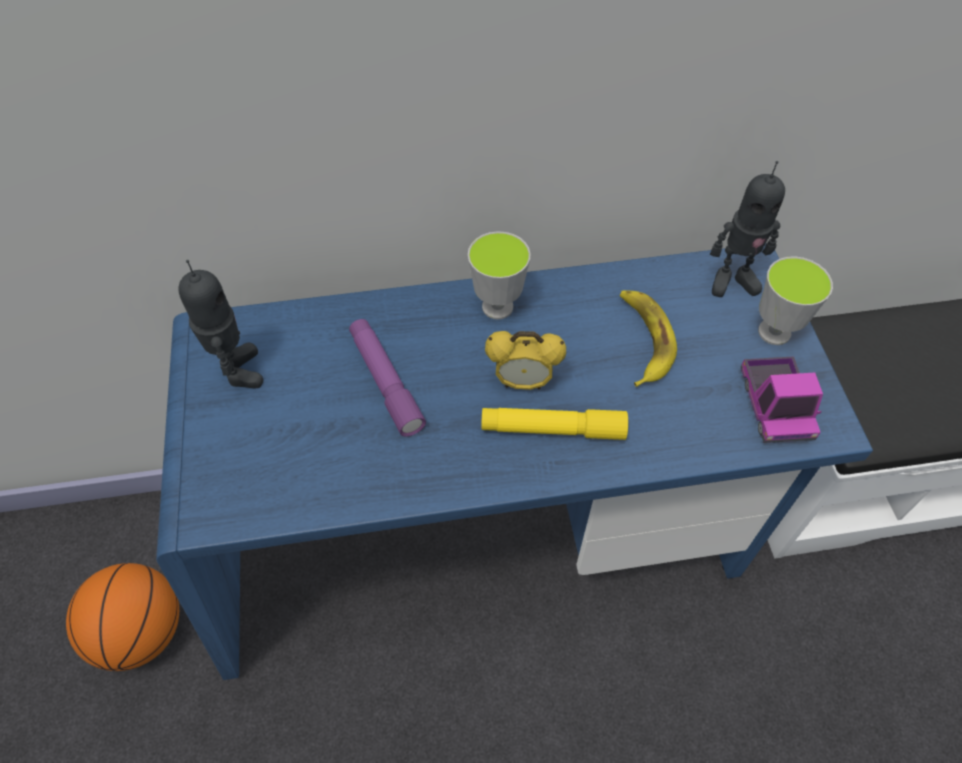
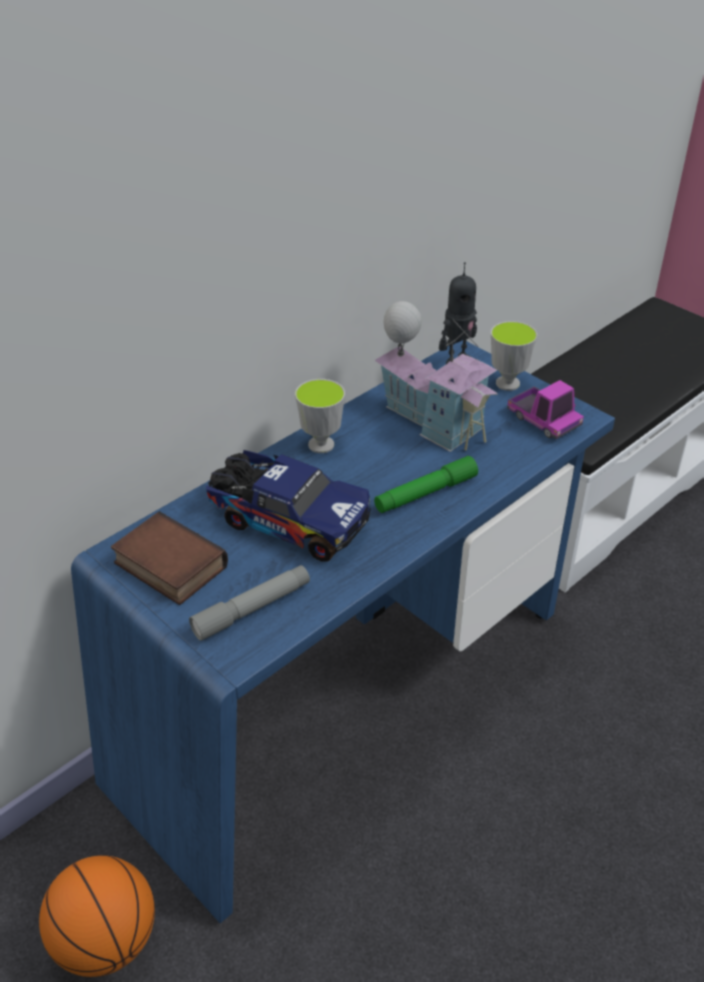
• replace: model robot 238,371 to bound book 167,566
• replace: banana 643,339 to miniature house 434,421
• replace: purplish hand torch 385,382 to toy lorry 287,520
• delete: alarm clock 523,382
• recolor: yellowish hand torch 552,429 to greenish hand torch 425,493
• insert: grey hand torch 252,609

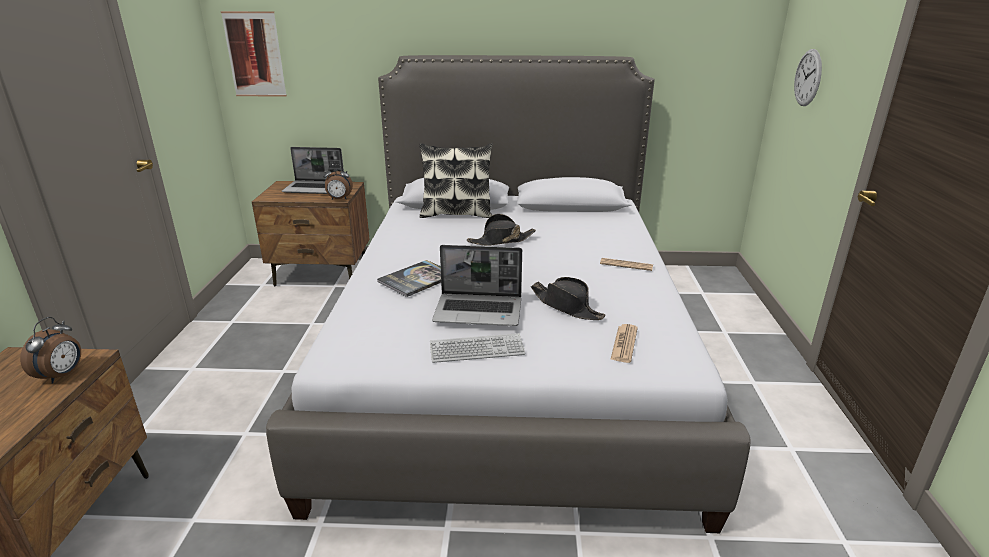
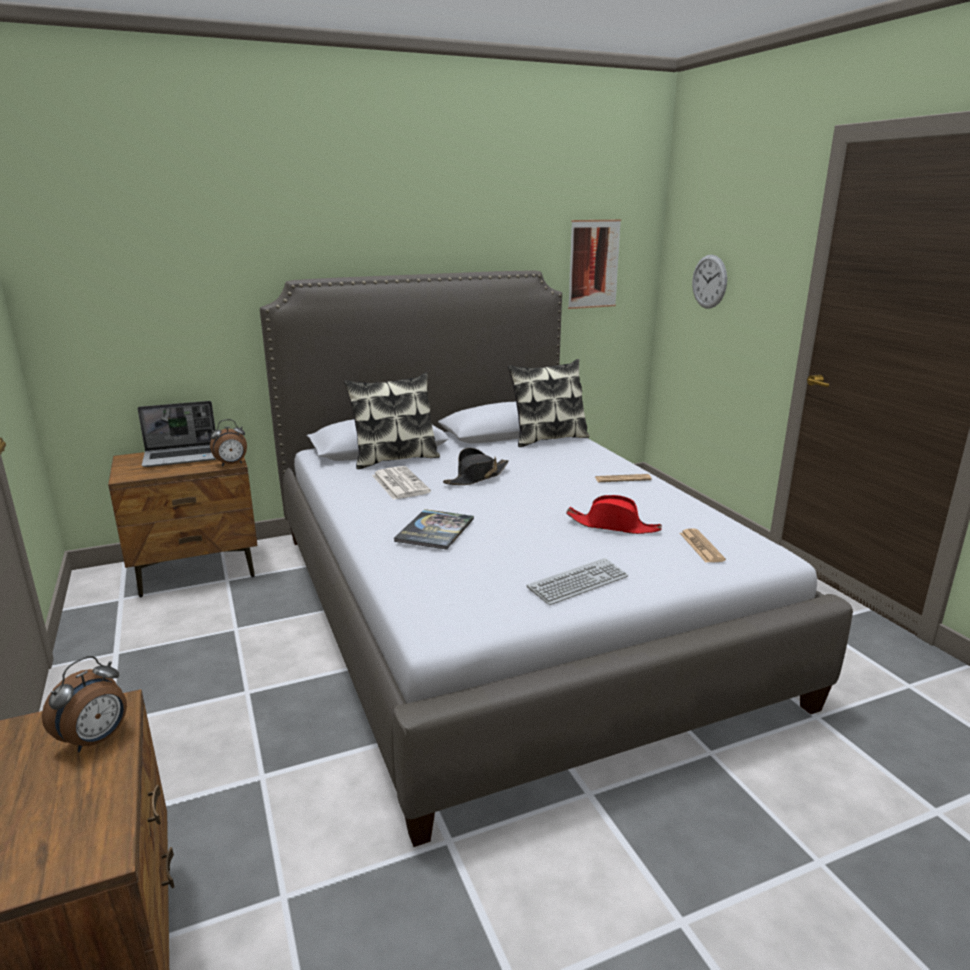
• move: wall picture 255,54 to 593,264
• delete: portable computer 479,311
• recolor: blackish clothing hat 567,306 to red-coloured clothing hat 613,526
• rotate: alarm clock 62,375 = 96,739 45 degrees clockwise
• insert: cushion 548,438
• insert: newspaper 399,483

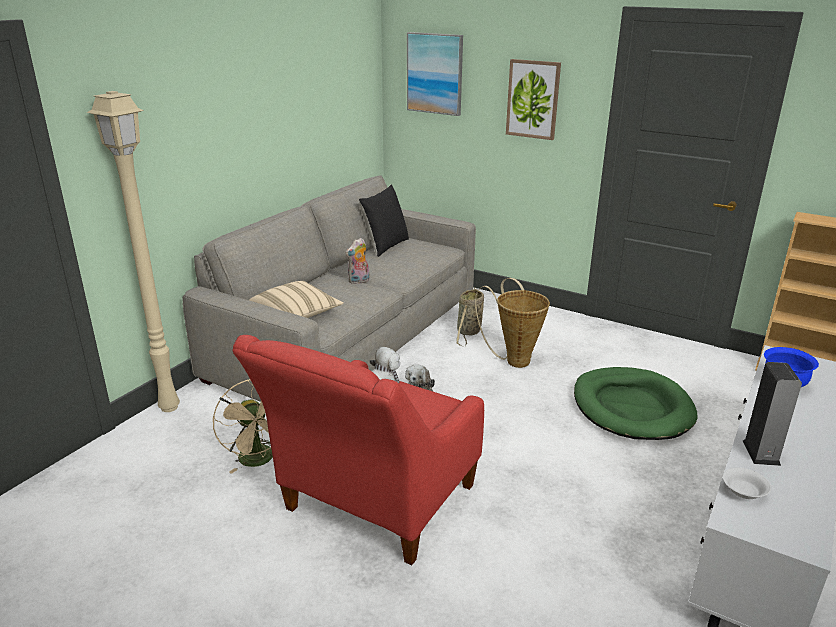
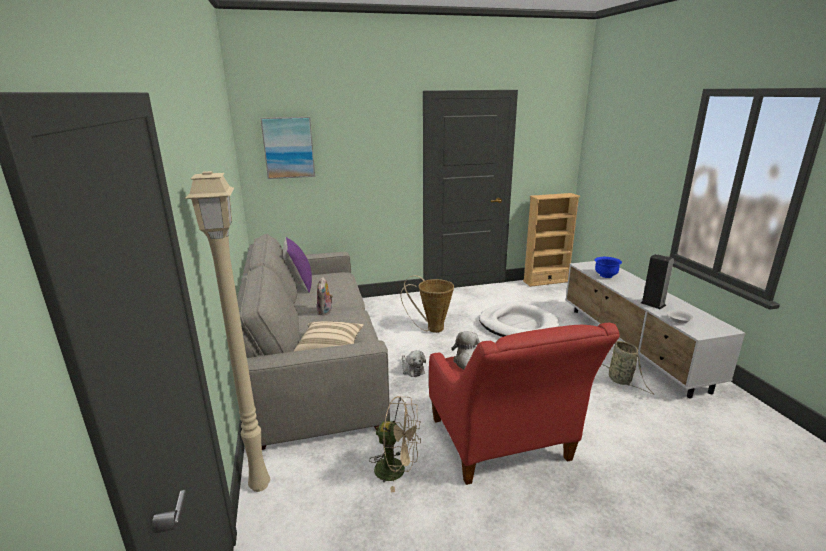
• delete: wall picture 533,99
• recolor: blackish cushion 385,246 to purplish cushion 299,285
• move: basket 468,332 to 621,380
• recolor: greenish pet bed 632,407 to white-coloured pet bed 518,325

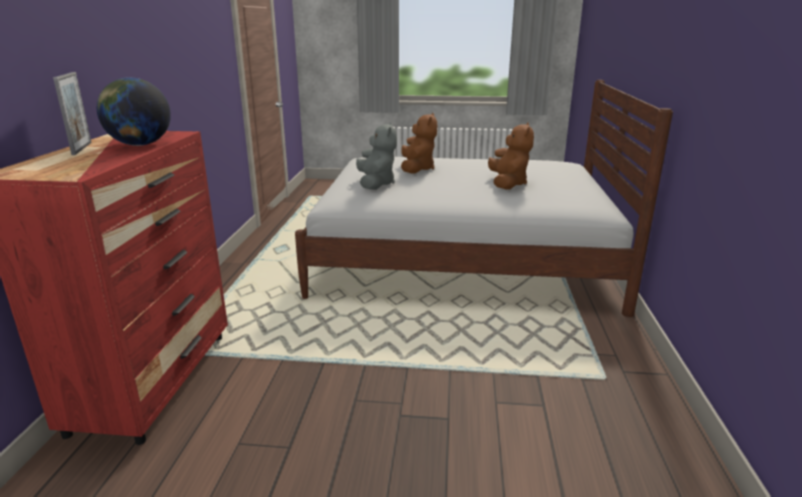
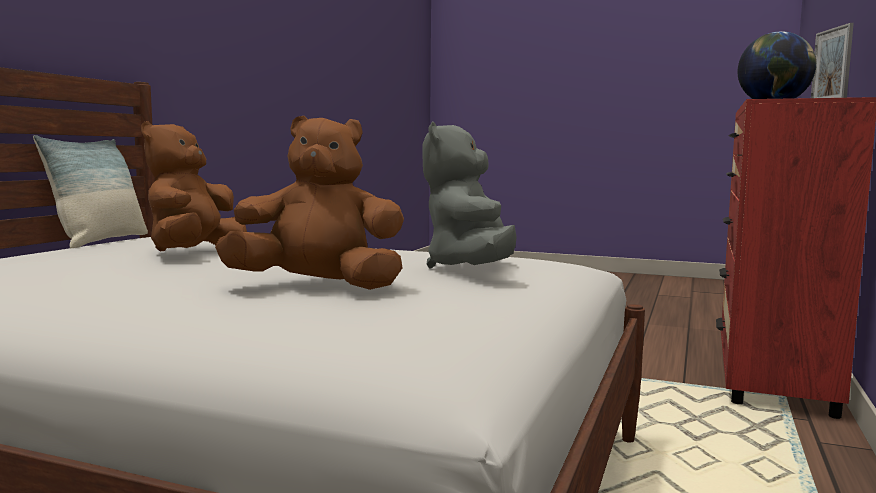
• rotate: brown-coloured soft toy 417,169 = 318,287 75 degrees clockwise
• insert: cushion 100,241

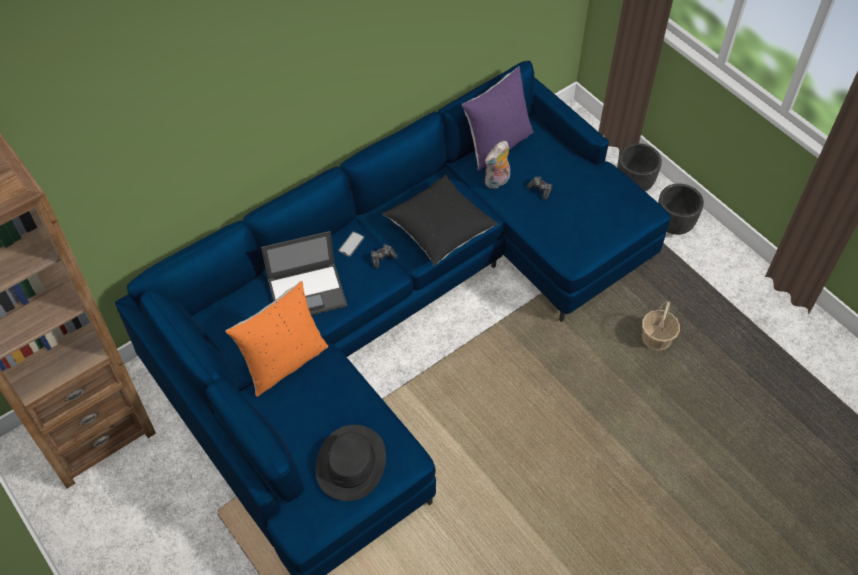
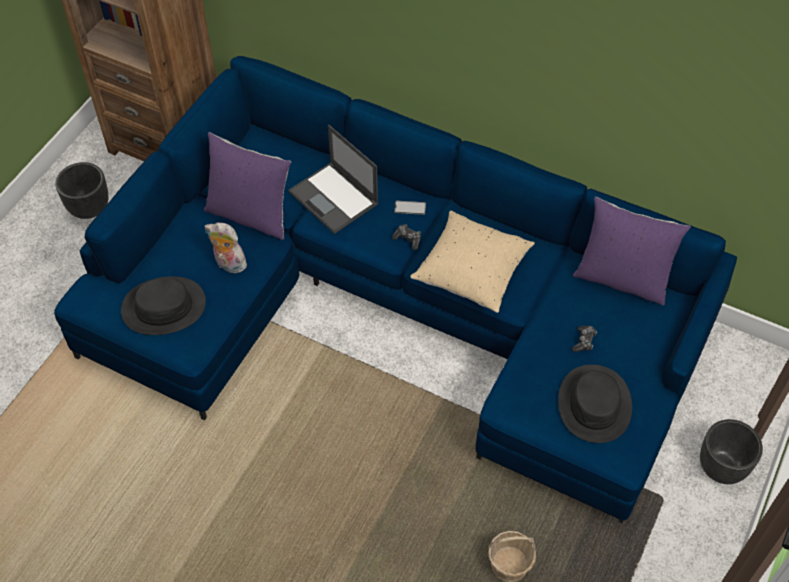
• move: soft toy 497,182 to 228,264
• recolor: blackish cushion 440,230 to beige-coloured cushion 472,272
• move: blackish planter 673,224 to 89,208
• recolor: orangey cushion 284,361 to purplish cushion 250,214
• insert: blackish clothing hat 595,404

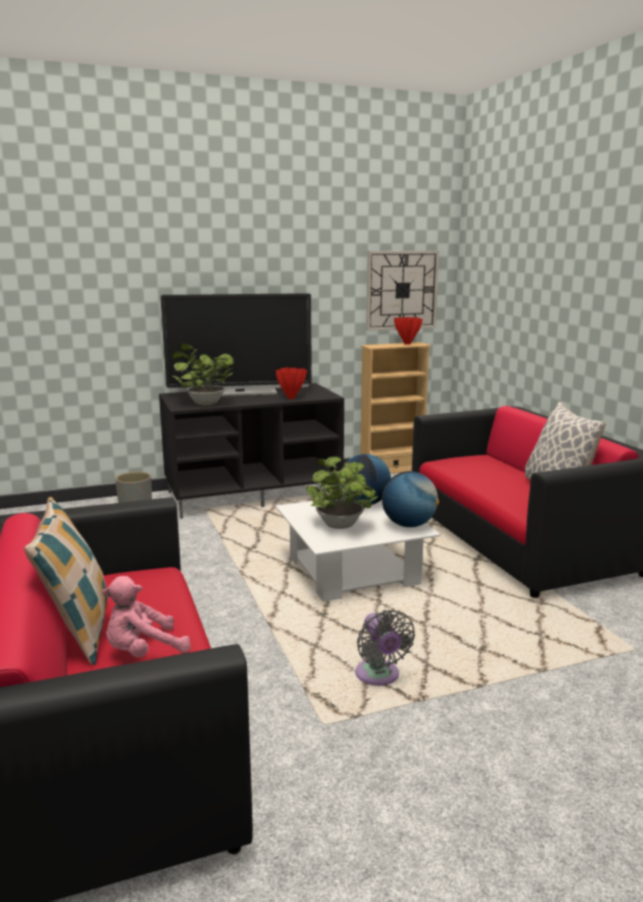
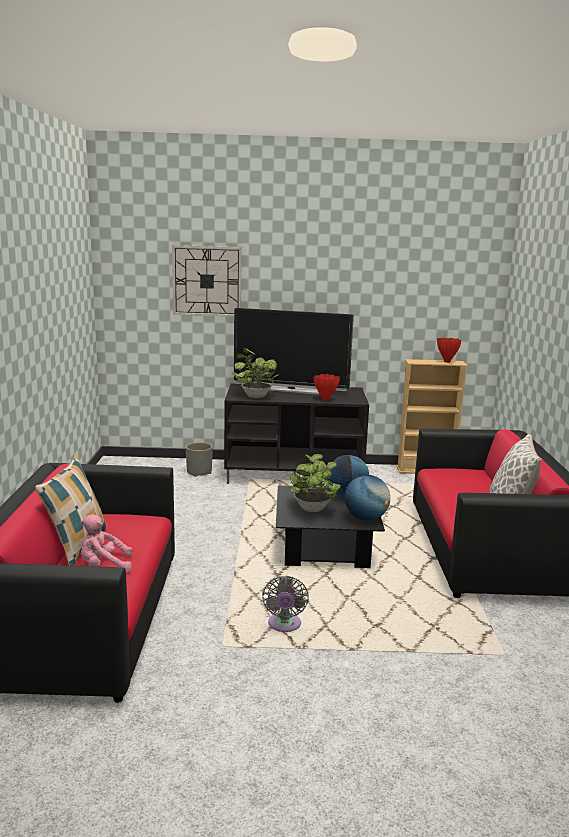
• move: clock on the wall 402,290 to 207,281
• recolor: white-coloured lounge table 353,571 to blackish lounge table 325,547

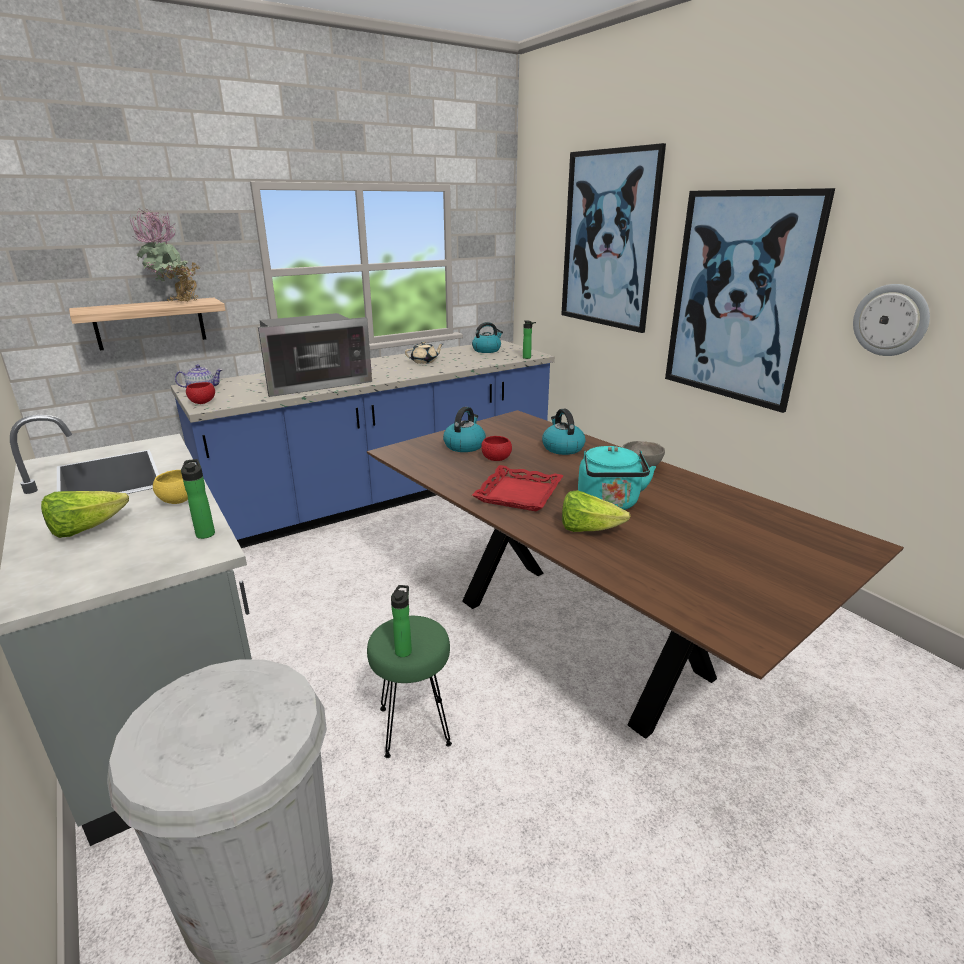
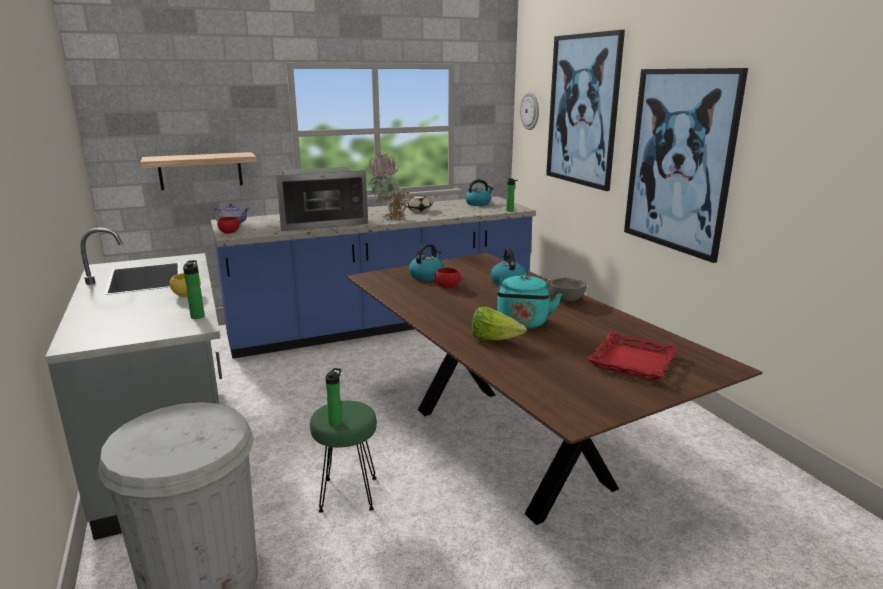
• move: potted plant 176,303 to 389,220
• move: clock on the wall 891,320 to 530,111
• move: red-coloured serving tray 518,494 to 632,361
• delete: lettuce 86,529

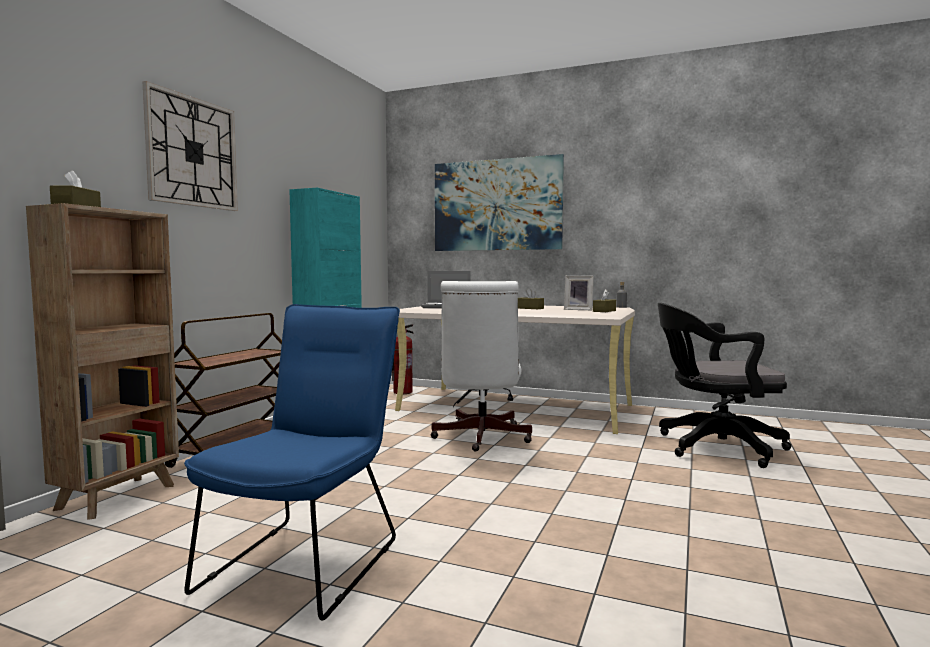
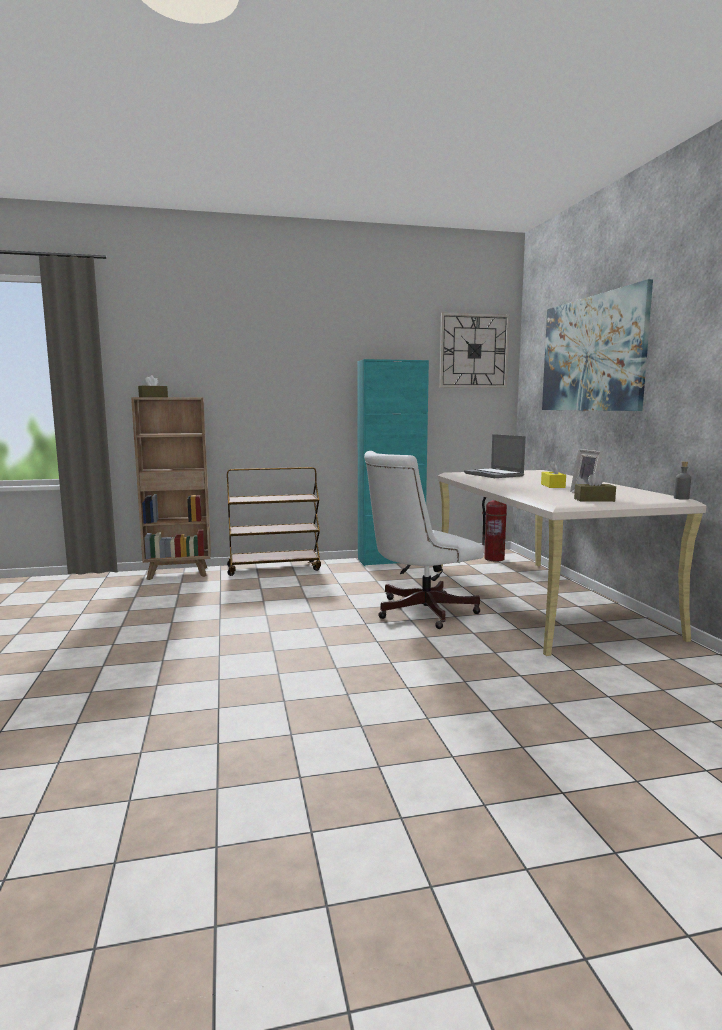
• move: clock on the wall 192,152 to 473,351
• recolor: brown-coloured tissue box 530,308 to yellowish tissue box 552,486
• delete: blackish desk chair 714,447
• delete: blue chair 309,558

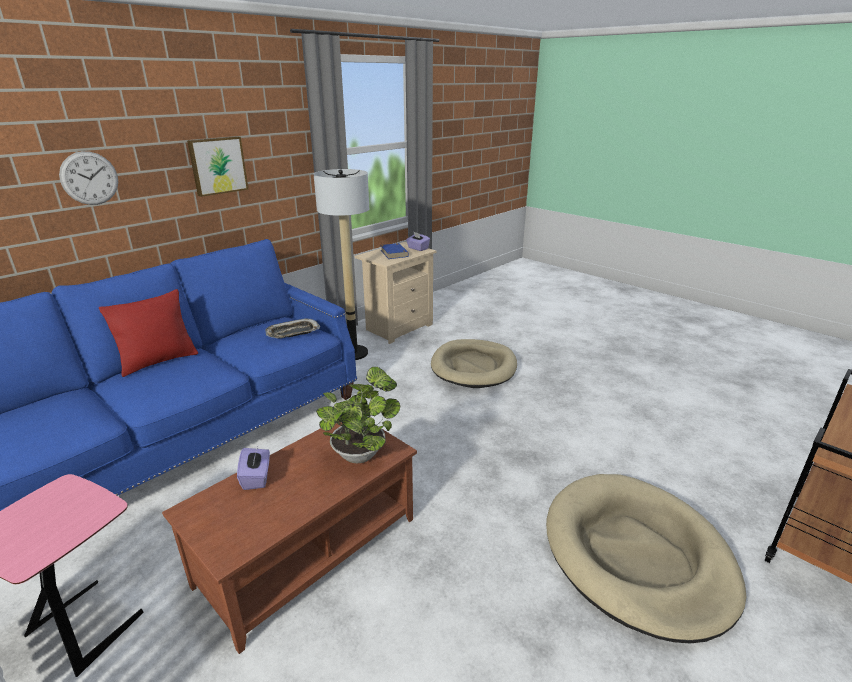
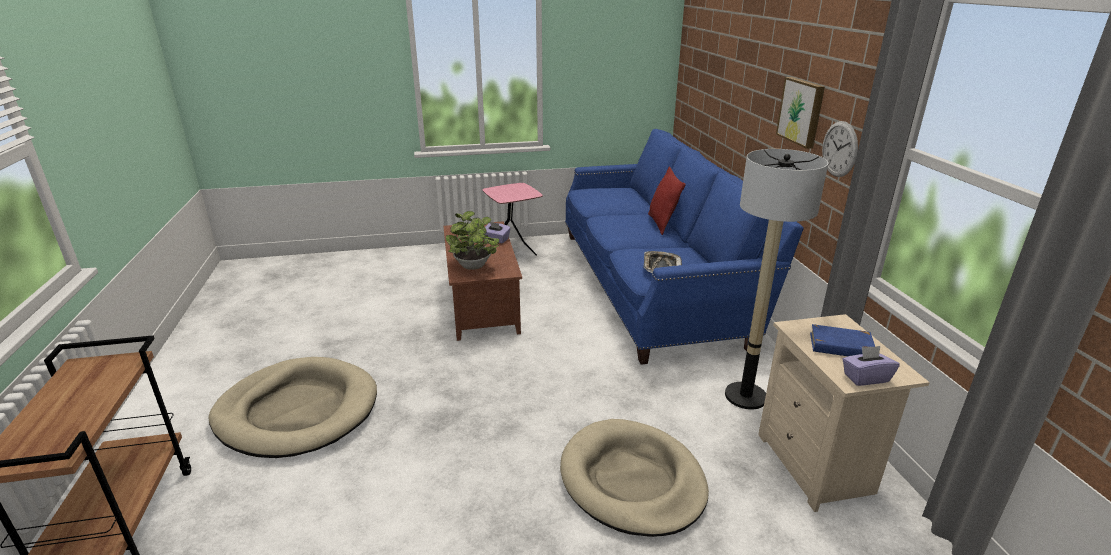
• move: clock on the wall 89,178 to 839,149

